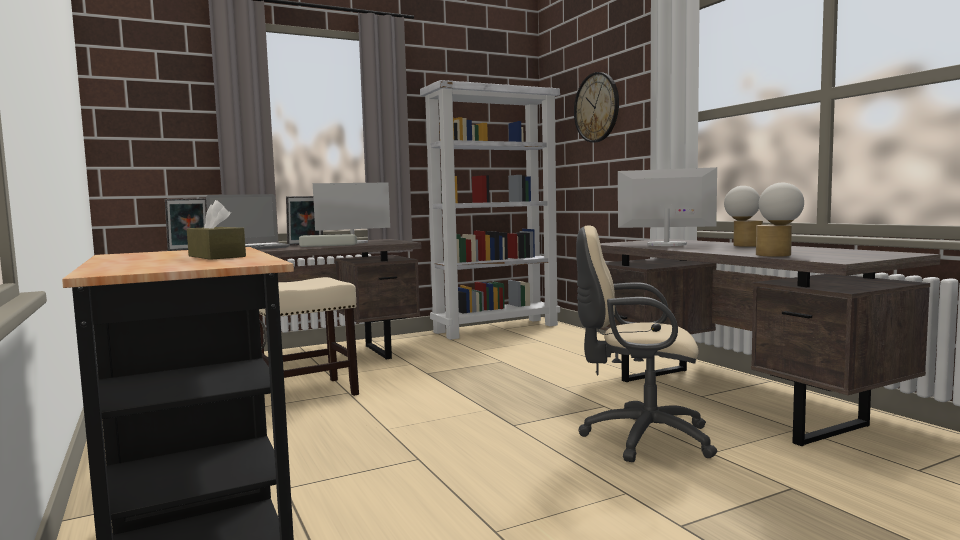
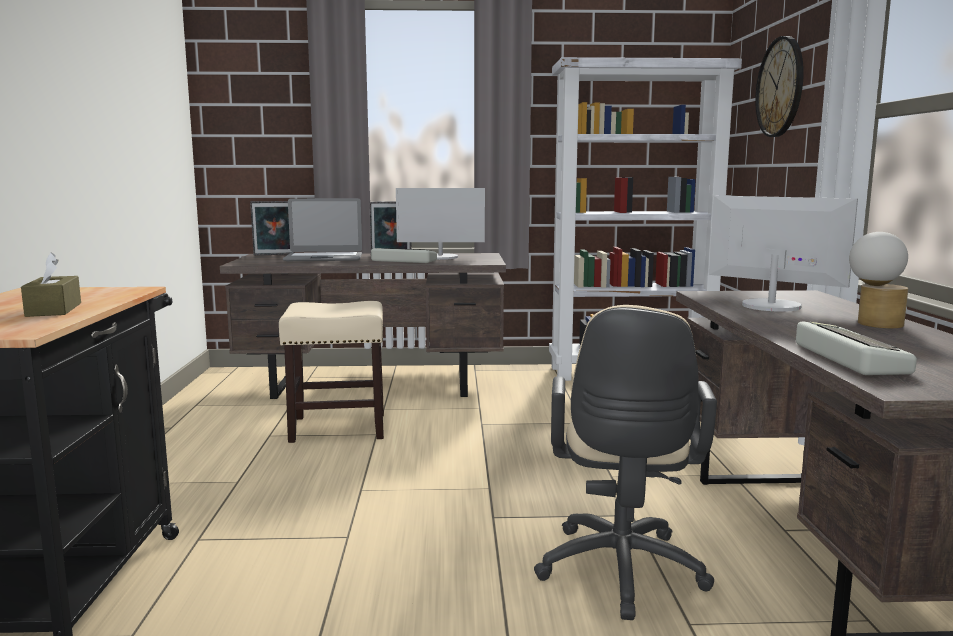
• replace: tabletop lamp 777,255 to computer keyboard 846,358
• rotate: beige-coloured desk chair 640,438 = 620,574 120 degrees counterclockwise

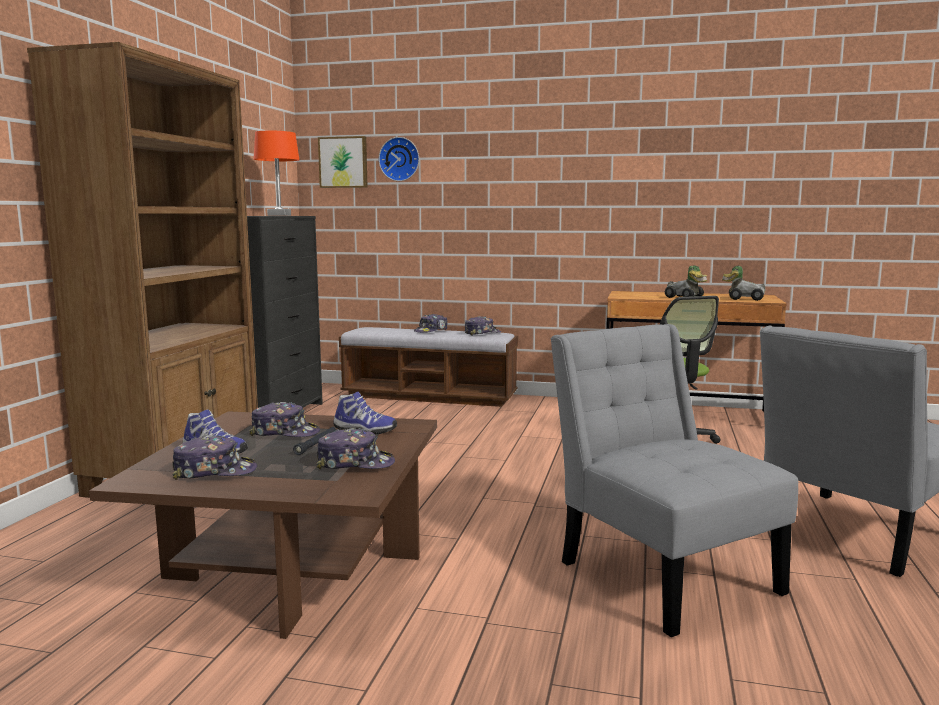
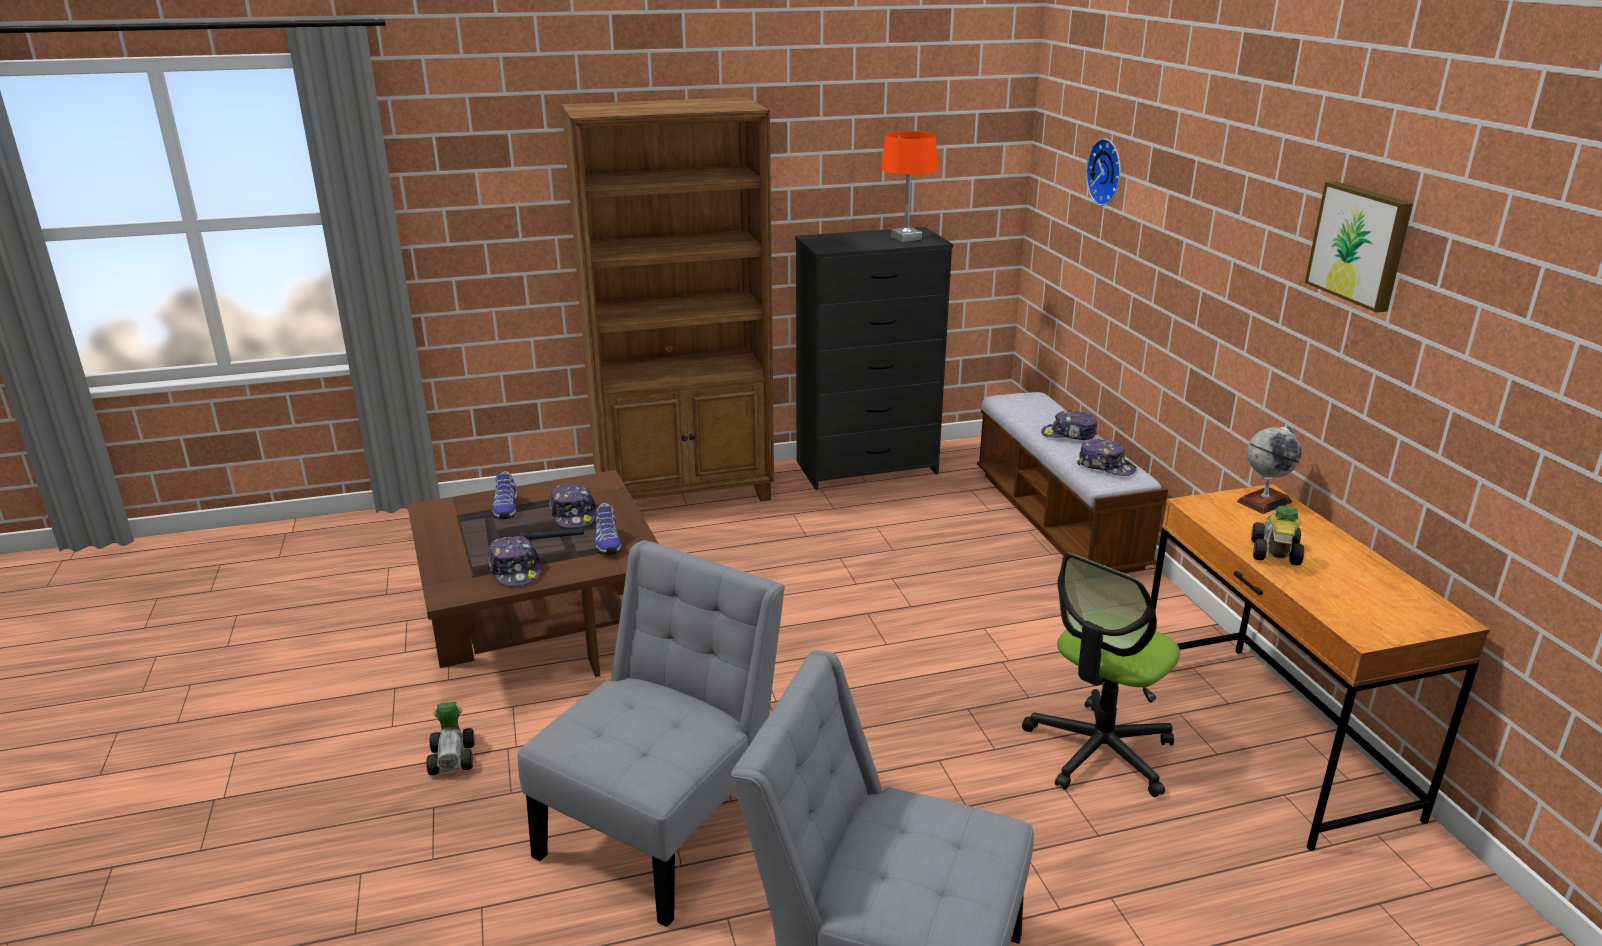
• move: wall picture 343,162 to 1361,245
• move: miniature car 743,298 to 454,756
• delete: cap 215,471
• insert: globe 1264,501

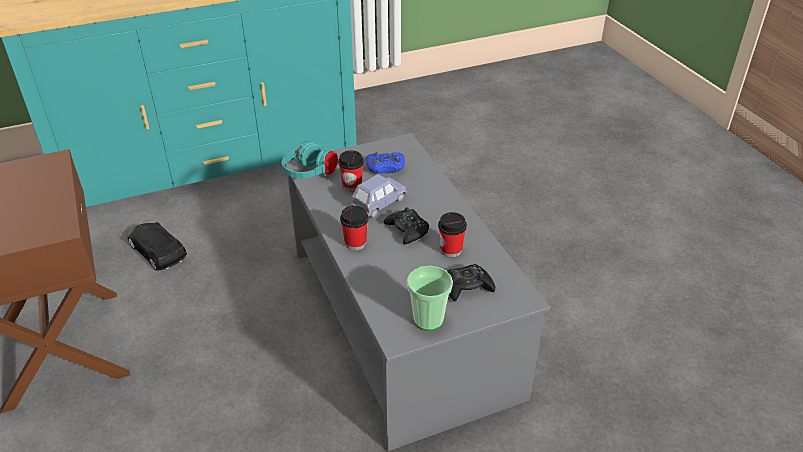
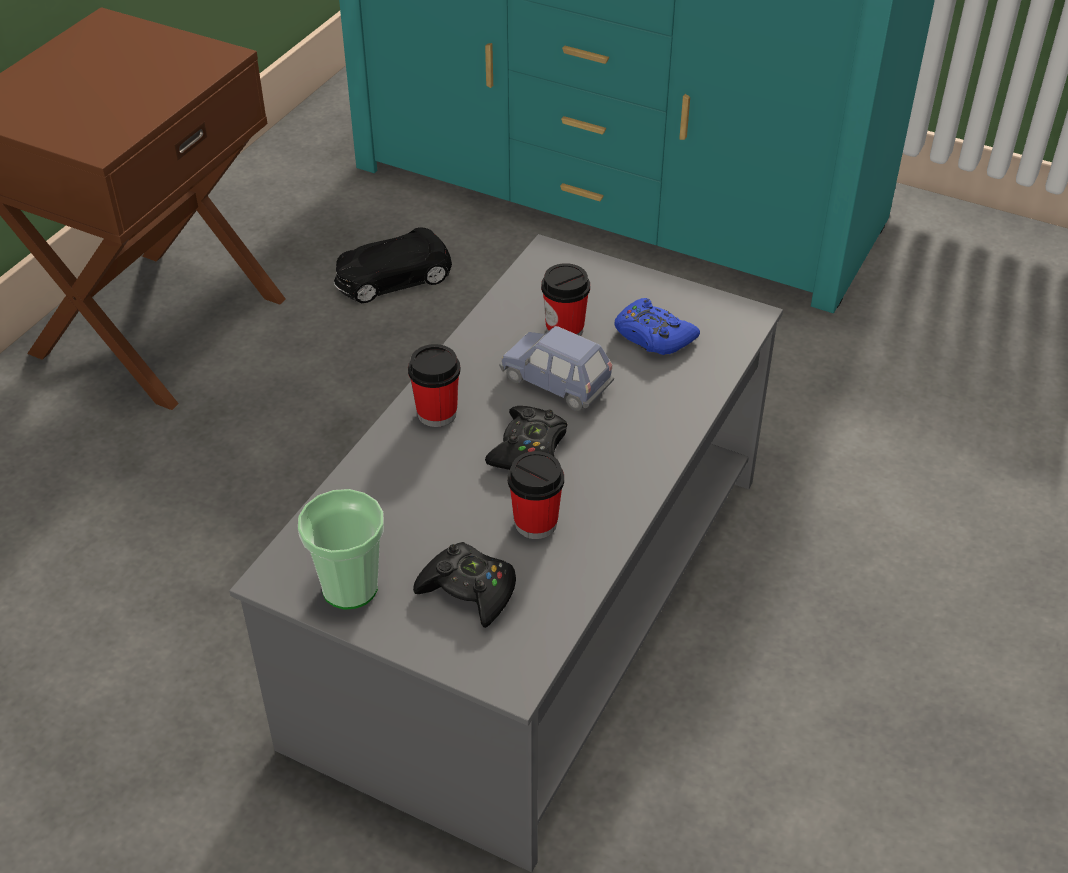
• delete: blue-green headphones 310,175
• rotate: blue miniature car 379,204 = 556,383 150 degrees counterclockwise
• rotate: blackish miniature car 158,251 = 392,278 120 degrees counterclockwise

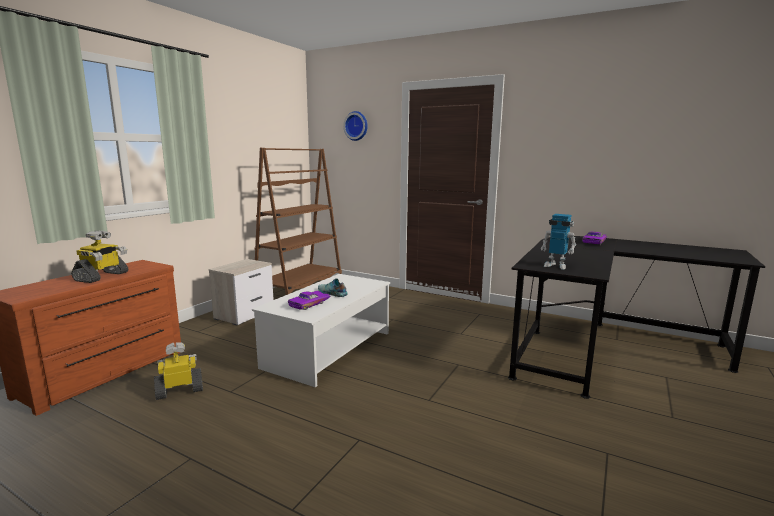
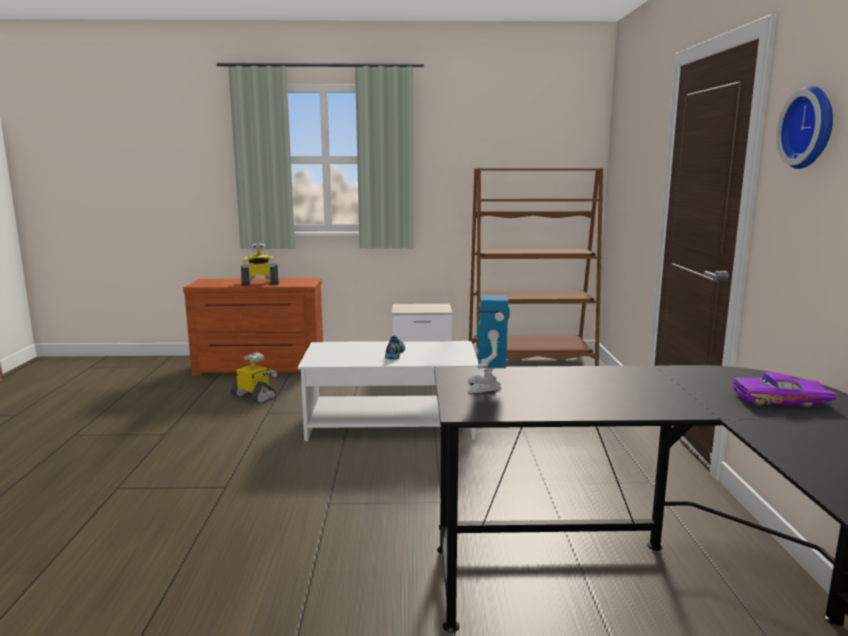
• move: clock on the wall 356,126 to 811,127
• delete: purplish miniature car 310,304

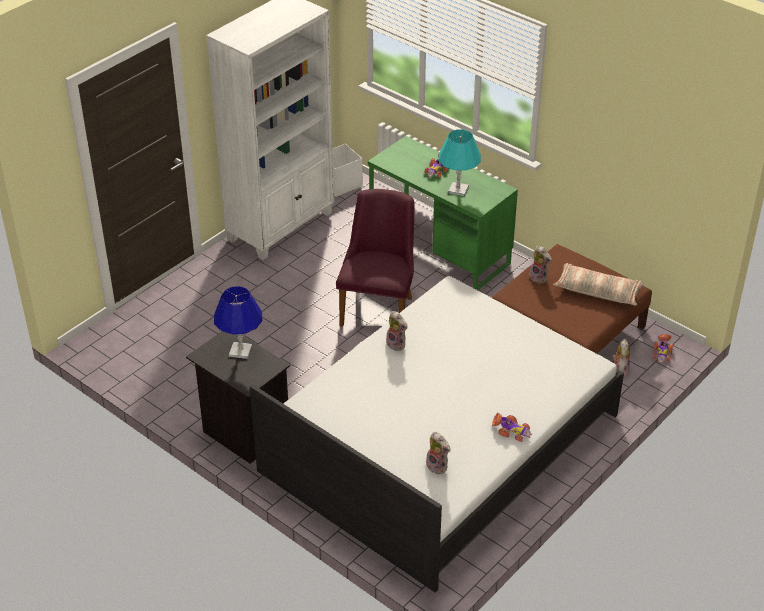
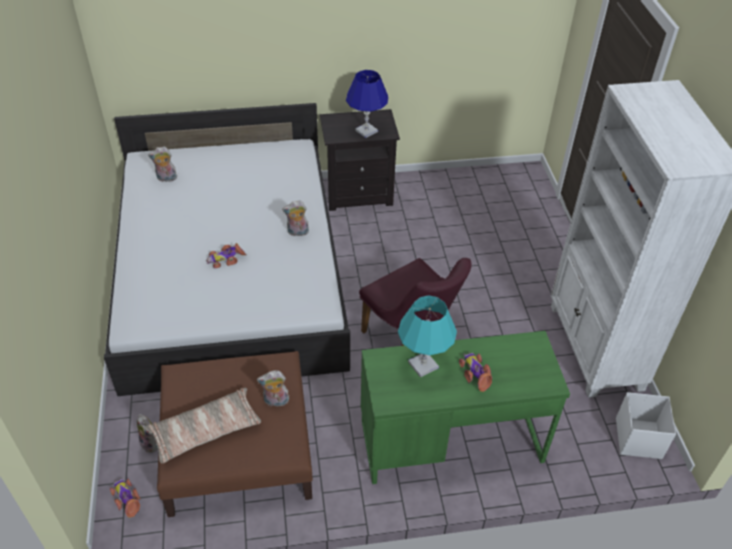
• move: miniature car 511,431 to 226,259

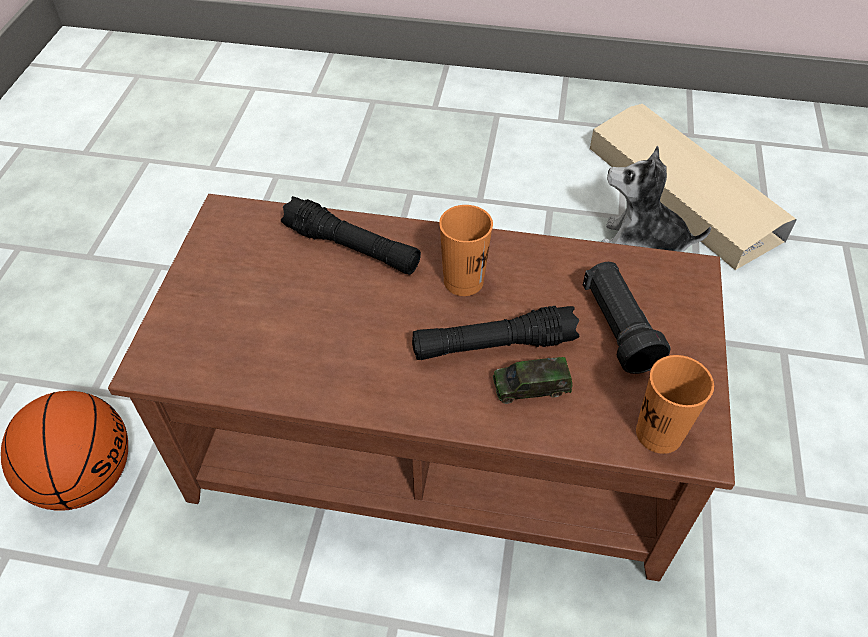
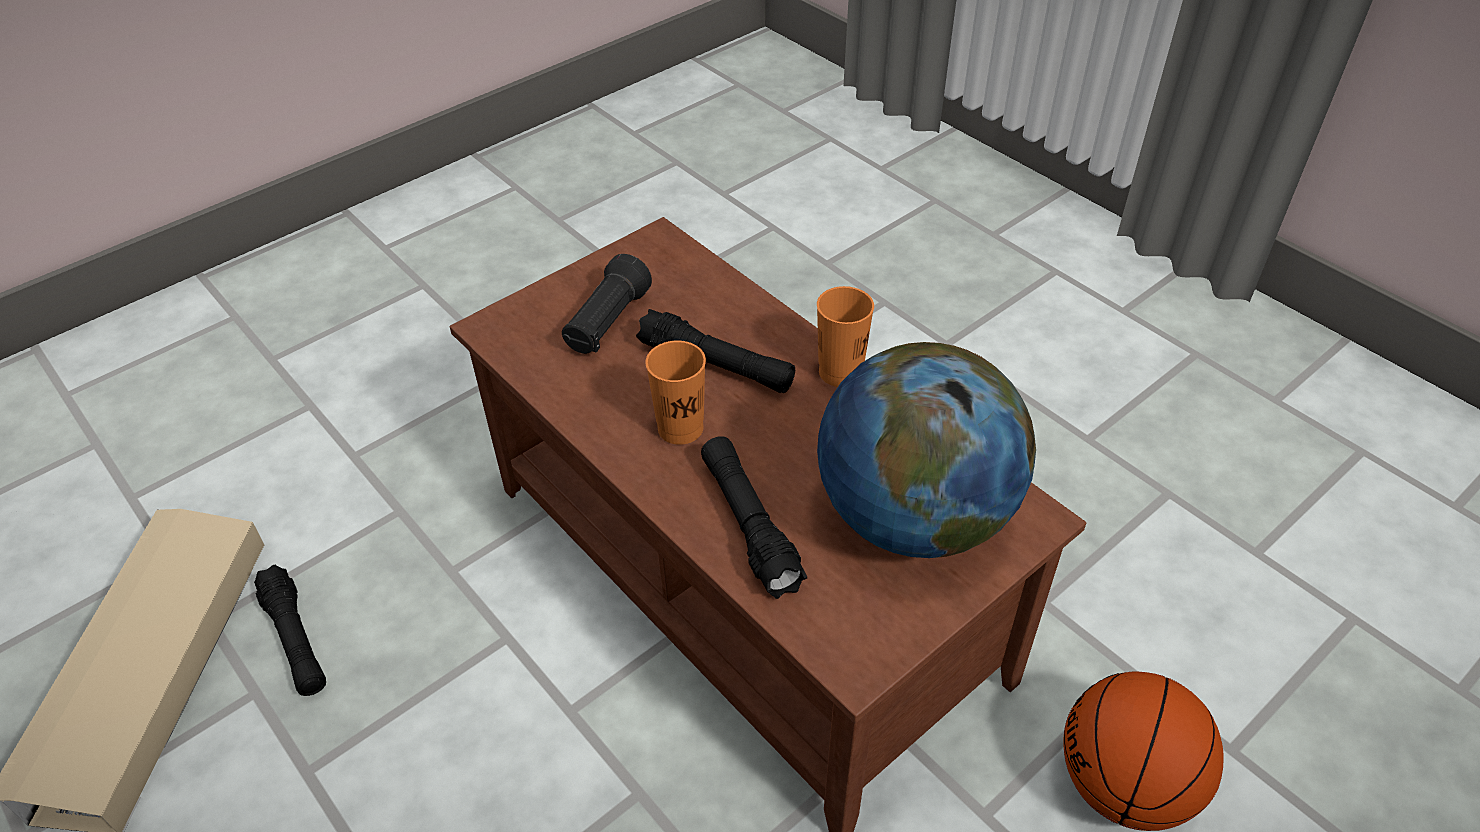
• replace: soft toy 641,245 to blackish hand torch 295,639
• move: orangey small cup 659,433 to 840,372
• delete: miniature car 531,387
• insert: globe 914,517

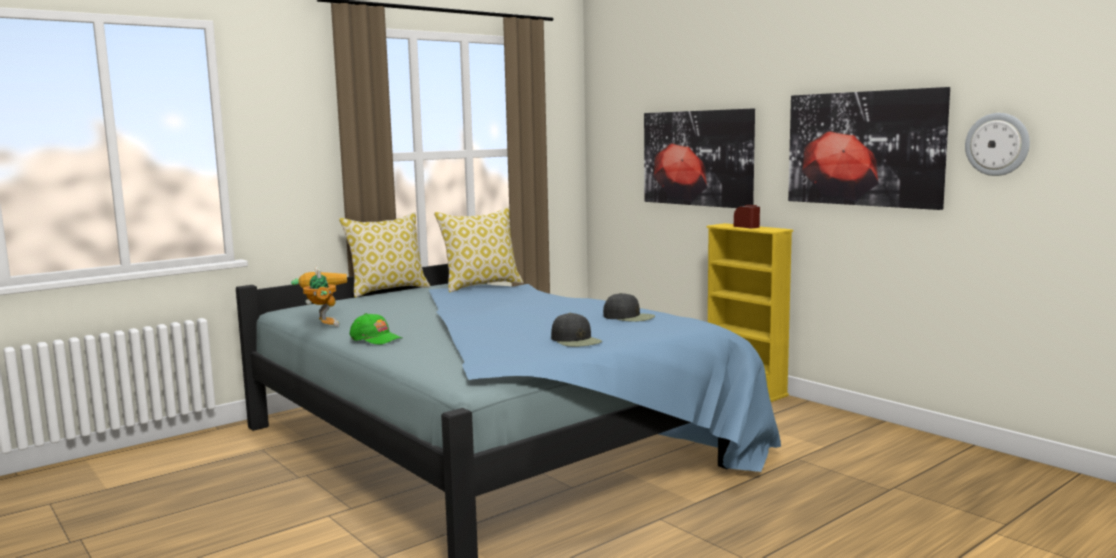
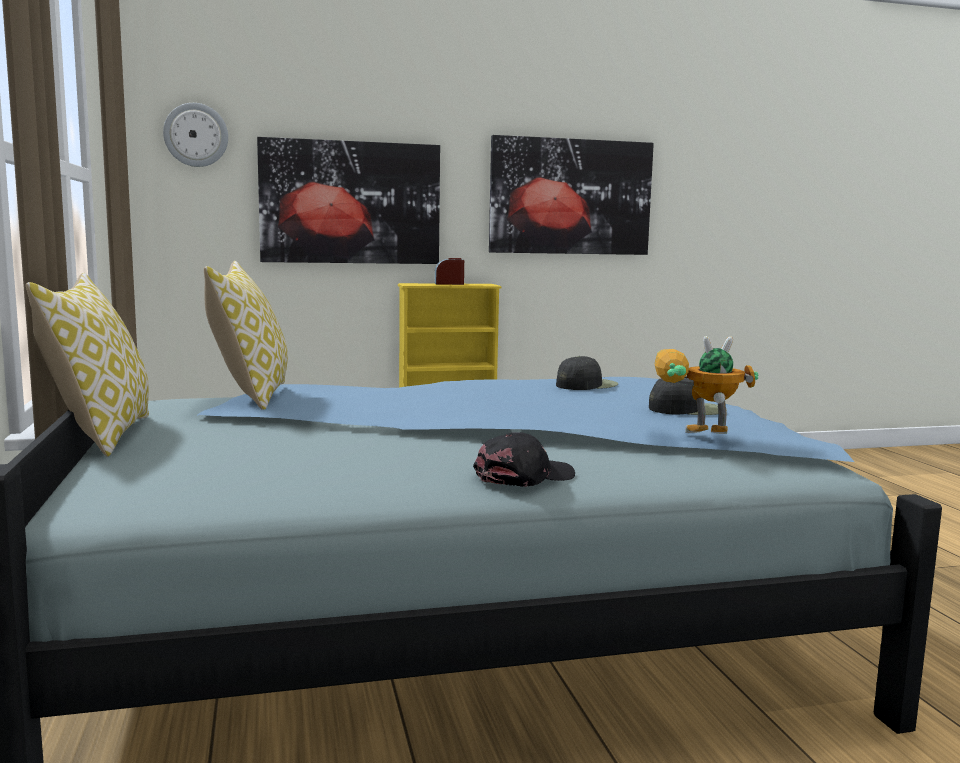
• move: clock on the wall 997,144 to 196,135
• move: model robot 322,323 to 692,437
• recolor: greenish cap 375,339 to blackish cap 524,476

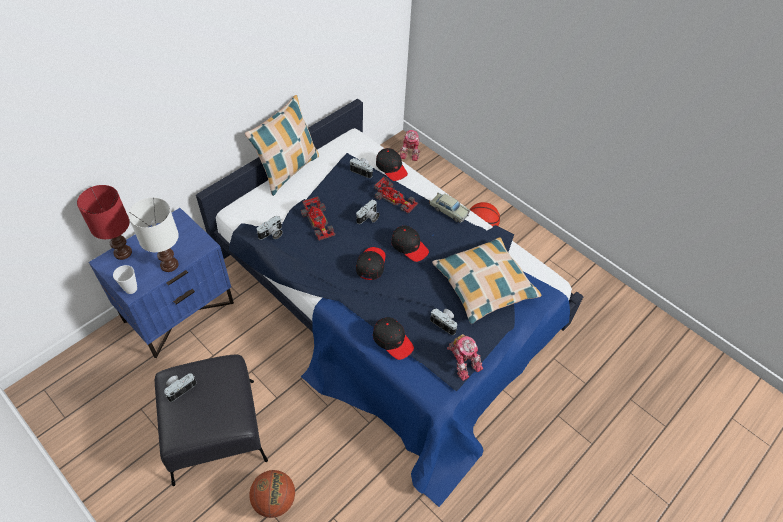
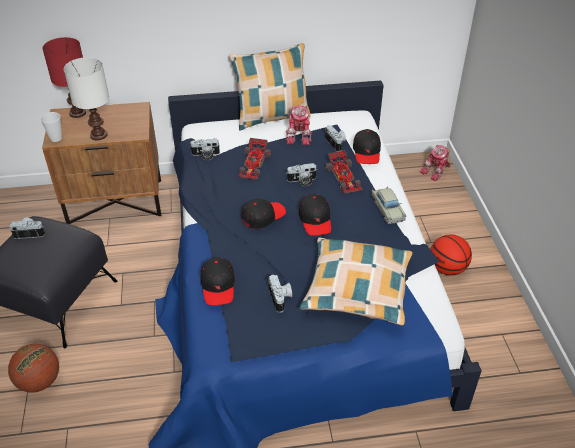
• recolor: blue night table 179,311 to brown-coloured night table 116,201
• move: model robot 463,360 to 300,135

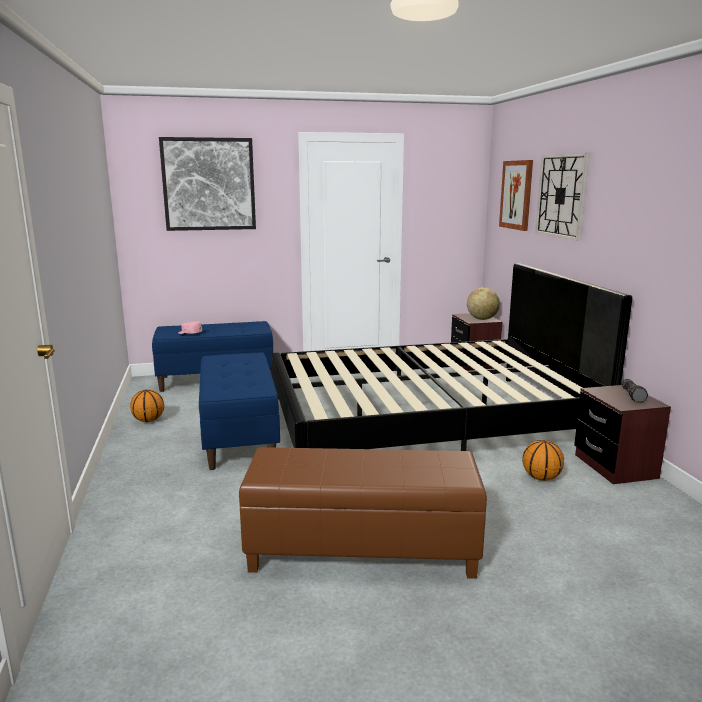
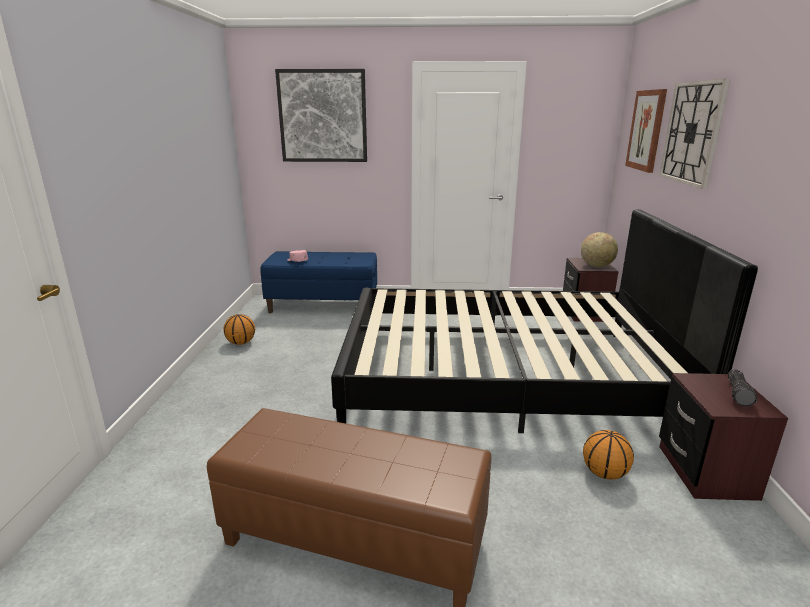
• delete: blue long seat 240,436

